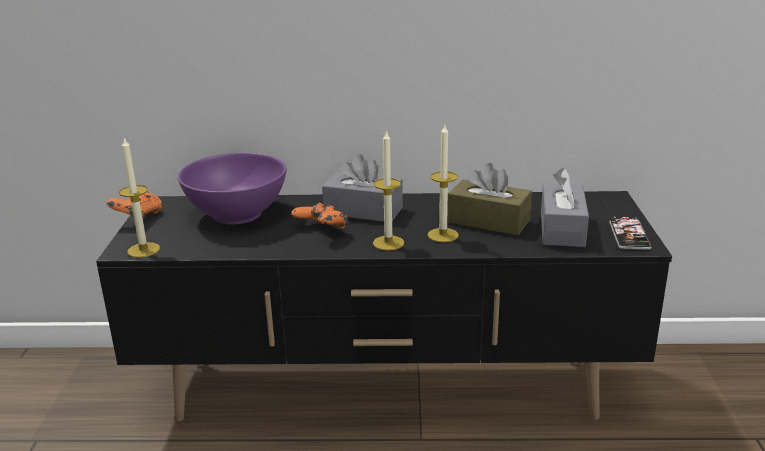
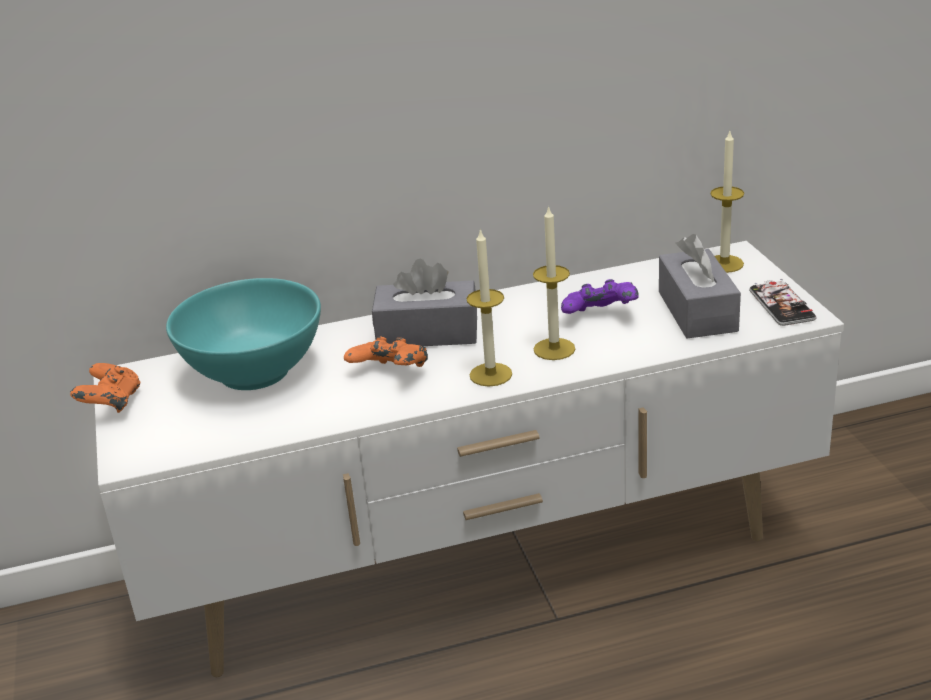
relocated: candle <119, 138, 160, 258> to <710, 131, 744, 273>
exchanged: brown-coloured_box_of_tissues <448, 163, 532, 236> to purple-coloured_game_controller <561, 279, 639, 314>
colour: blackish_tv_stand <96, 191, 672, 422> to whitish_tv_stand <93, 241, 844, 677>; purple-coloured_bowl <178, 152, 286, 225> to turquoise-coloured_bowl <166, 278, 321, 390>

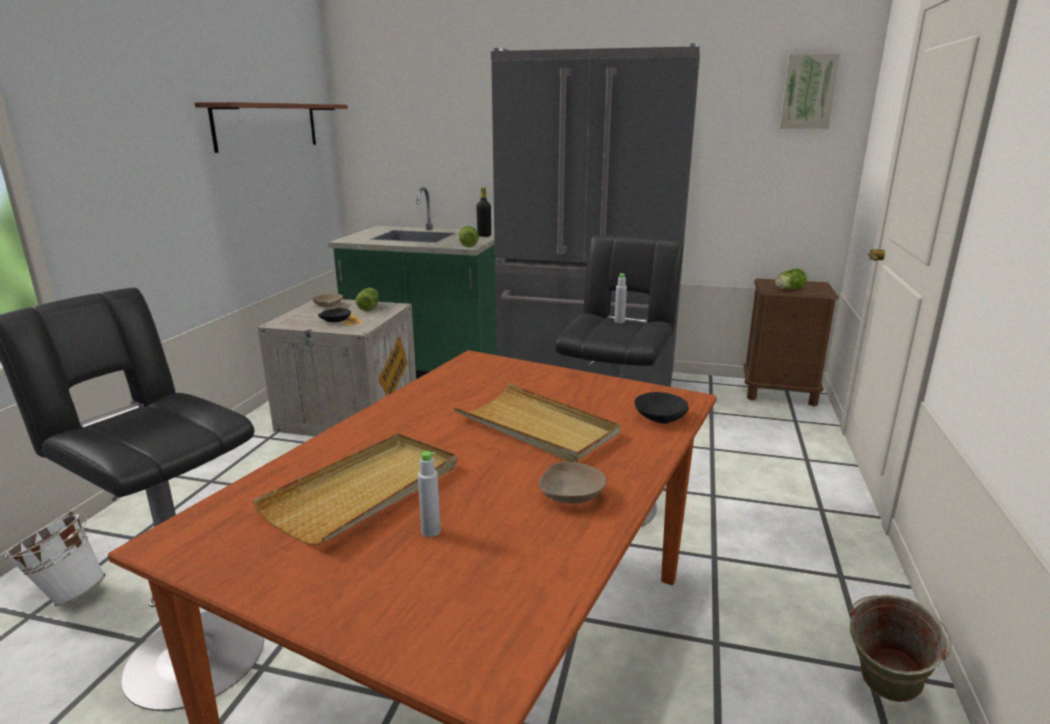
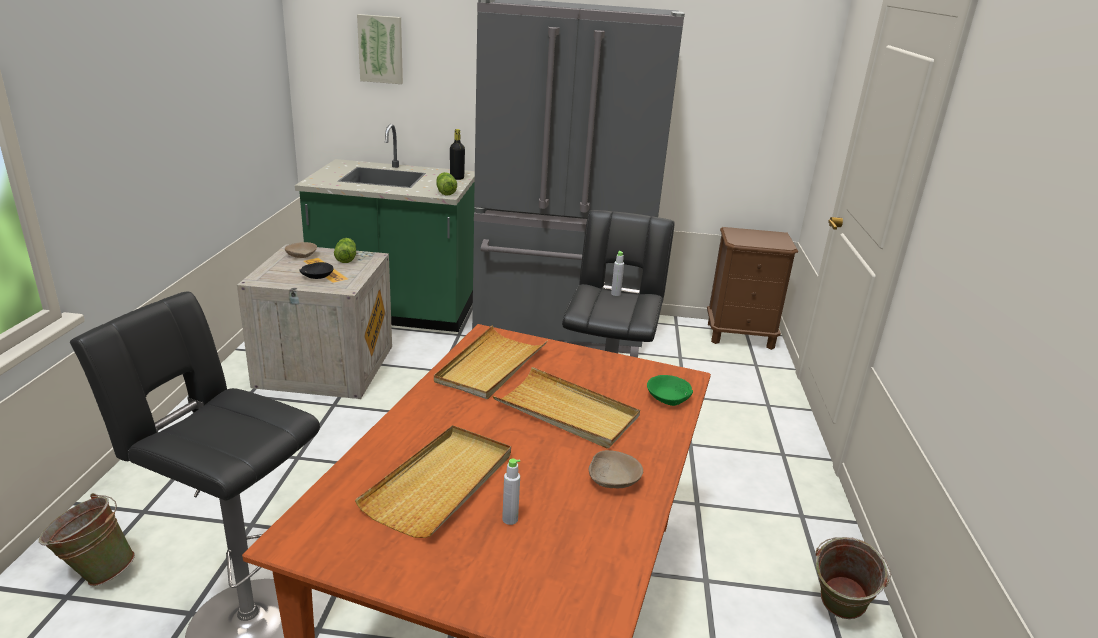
missing: wall_shelf <195, 102, 348, 153>; lettuce_head <775, 269, 807, 289>
appeared: sand-coloured_tray <434, 325, 547, 399>
relocated: wall_art <779, 53, 840, 129> to <357, 14, 403, 84>
colour: whitish_pail <4, 511, 106, 606> to greenish_pail <39, 493, 135, 586>; blackish_bowl <634, 392, 689, 424> to greenish_bowl <647, 375, 693, 406>

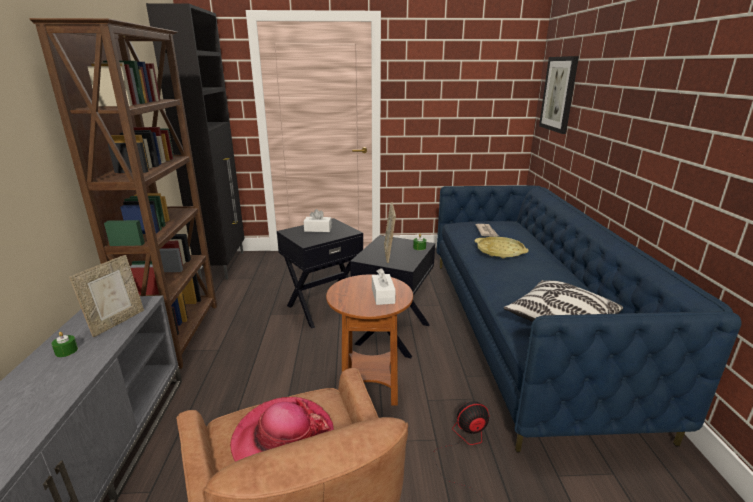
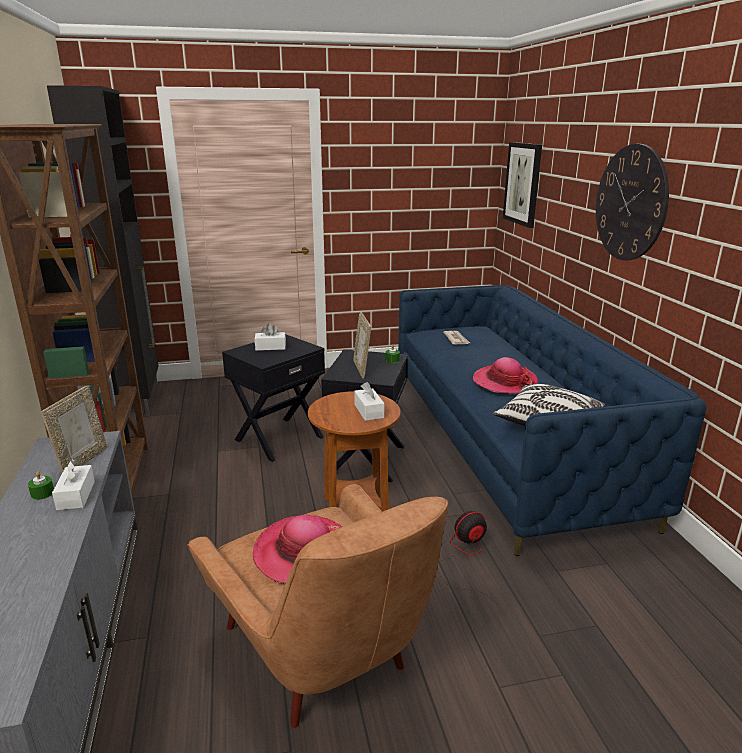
missing: yellow-coloured_tray <475, 237, 529, 259>
appeared: whitish_box_of_tissues <52, 459, 95, 510>; wearable_hat <473, 357, 538, 394>; clock_on_the_wall <596, 144, 669, 260>

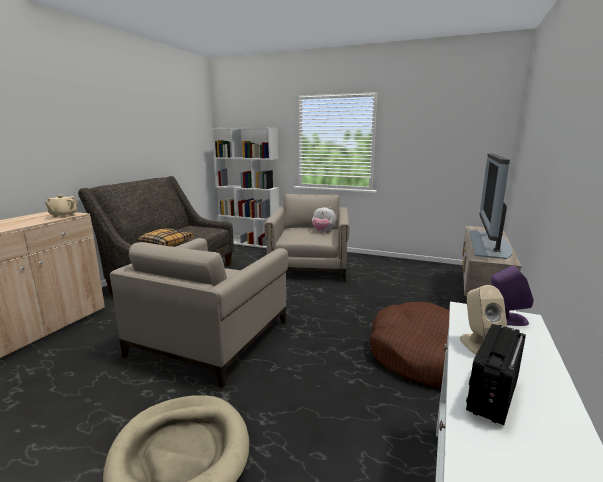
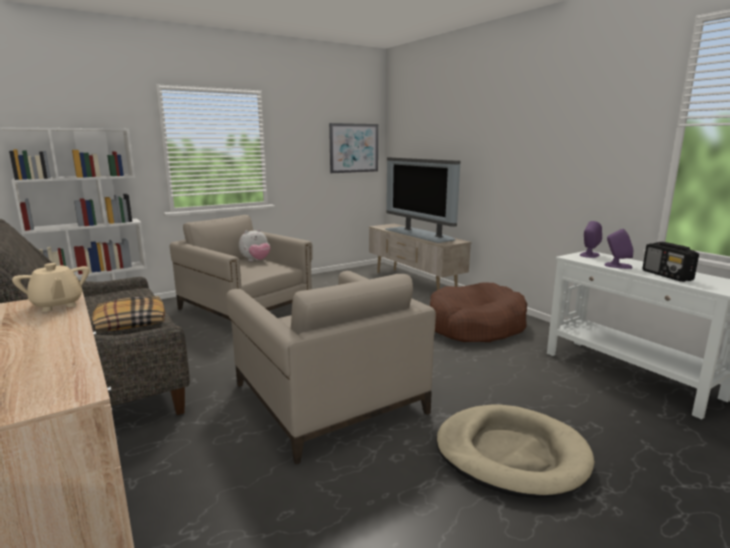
appeared: wall_art <329, 123, 378, 173>
colour: sand-coloured_speaker <460, 285, 507, 355> to purple-coloured_speaker <604, 229, 633, 269>

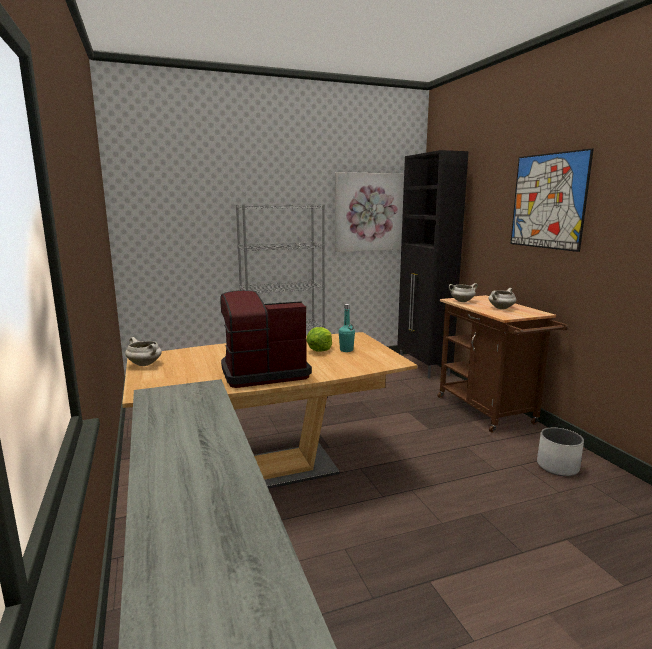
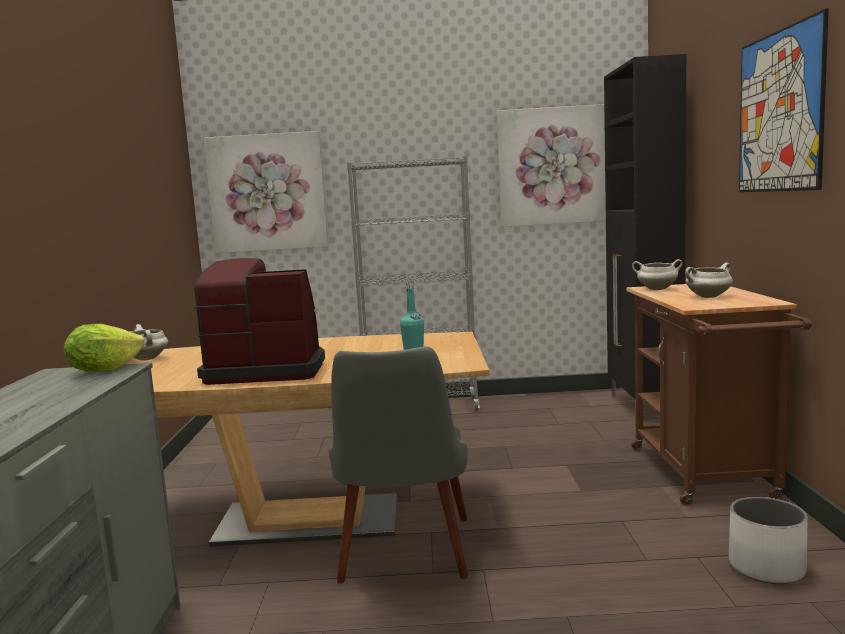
appeared: wall_art <203, 131, 328, 253>; greyish_chair <329, 346, 468, 584>
relocated: lettuce_head <306, 327, 332, 352> to <64, 324, 145, 372>

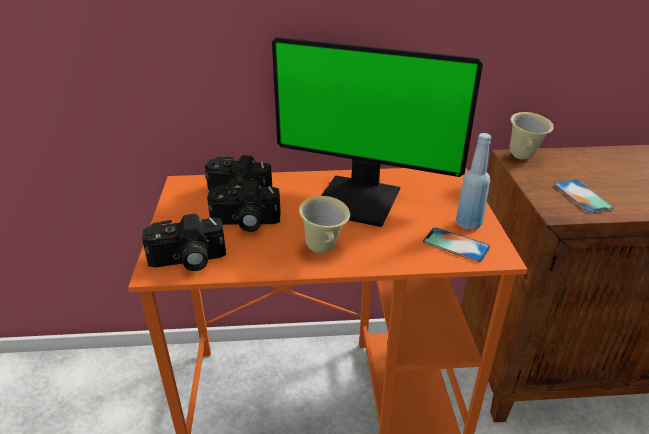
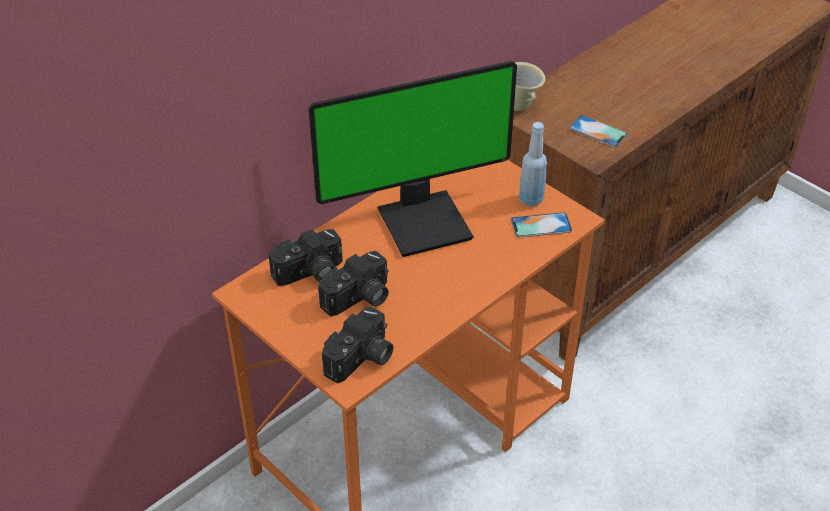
missing: sand-coloured_coffee_mug <299, 196, 350, 253>

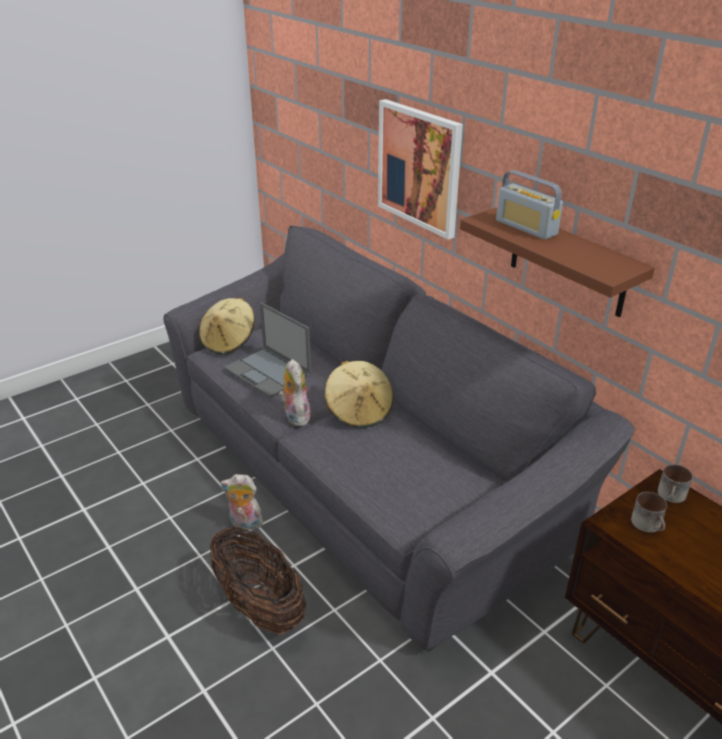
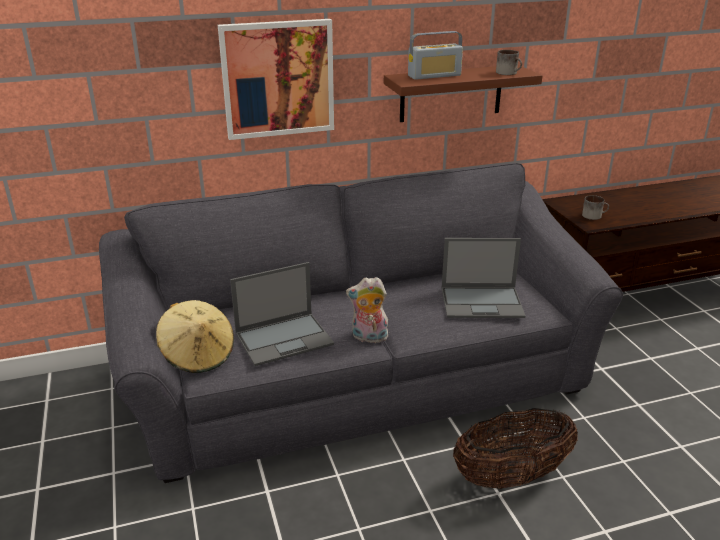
missing: soft_toy <220, 474, 263, 530>; sand-coloured_wearable_hat <325, 361, 394, 428>
appeared: notebook_computer <442, 238, 525, 318>
relocated: coffee_mug <658, 464, 693, 503> to <496, 50, 522, 75>

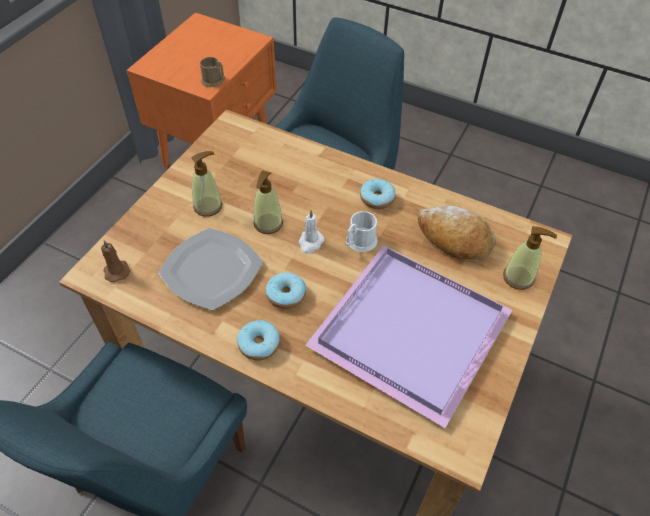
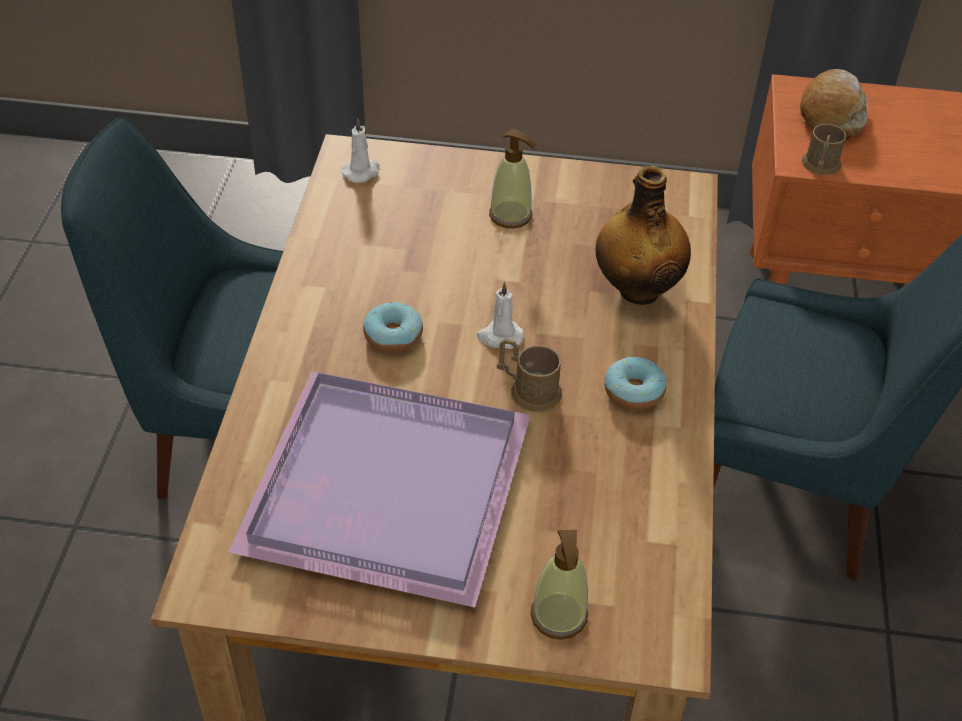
missing: flat_dish <158, 228, 263, 310>; doughnut <237, 320, 280, 360>; liquid_soap_bottle <253, 170, 283, 234>
appeared: drink_bottle <596, 166, 691, 305>
relocated: baked_bread <418, 205, 496, 259> to <800, 69, 868, 139>
colour: brown-coloured_candle <101, 240, 130, 282> to whitish_candle <342, 118, 380, 183>; whitish_coffee_mug <345, 211, 378, 252> to brown-coloured_coffee_mug <497, 339, 562, 412>

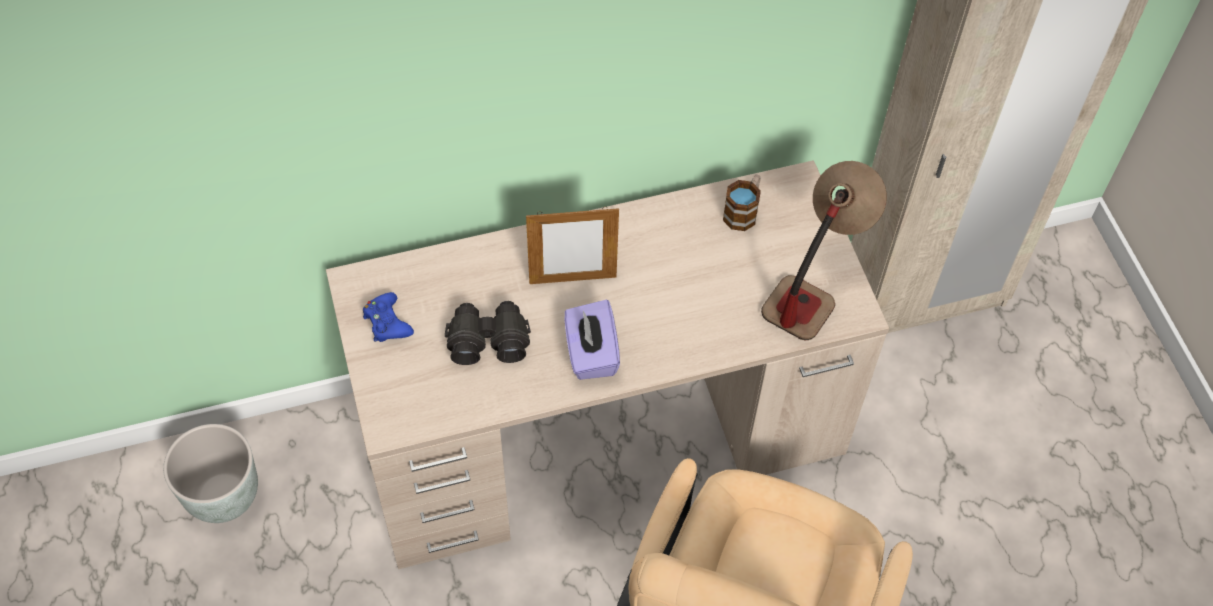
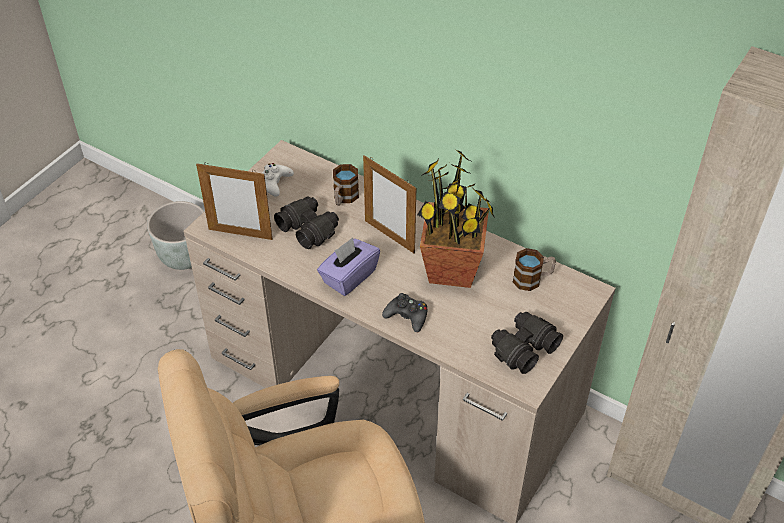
appeared: photo_frame <196, 162, 272, 240>; coffee_mug <333, 164, 359, 206>; blackish_game_controller <382, 293, 428, 332>; potted_plant <417, 147, 496, 288>
exchanged: table_lamp <761, 161, 887, 340> to blackish_pair_of_binoculars <491, 312, 563, 374>
colour: blue-coloured_game_controller <363, 292, 414, 342> to whitish_game_controller <262, 163, 294, 197>

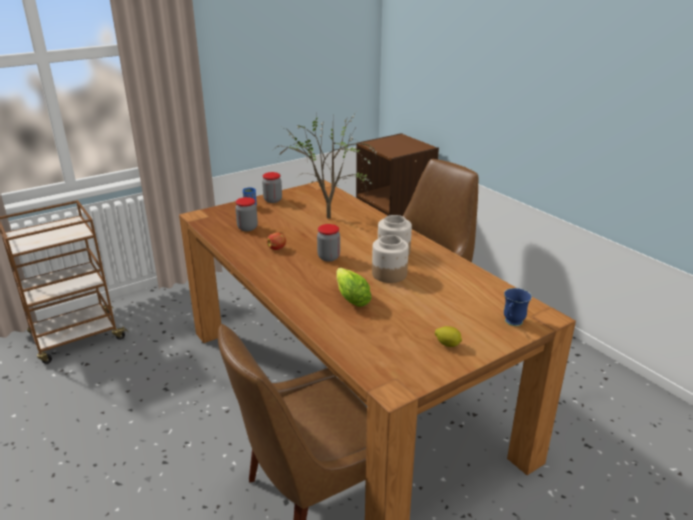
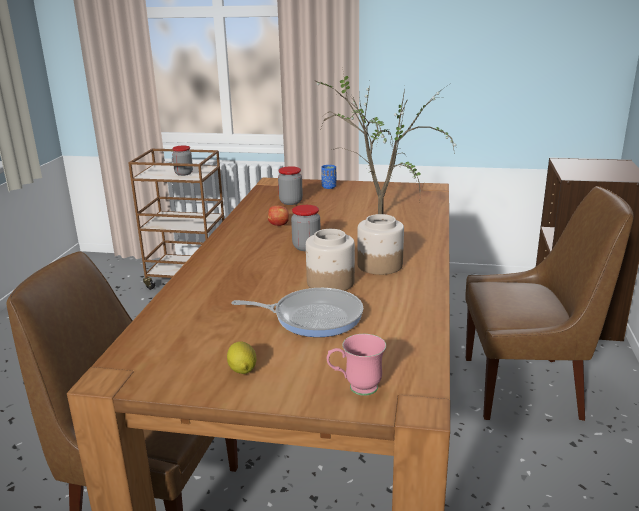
missing: lettuce_head <336, 268, 371, 307>
appeared: skillet <231, 288, 363, 337>
relocated: storage_jar <262, 172, 282, 203> to <172, 146, 193, 176>
colour: blue-coloured_coffee_mug <504, 288, 532, 326> to pink-coloured_coffee_mug <327, 334, 386, 396>

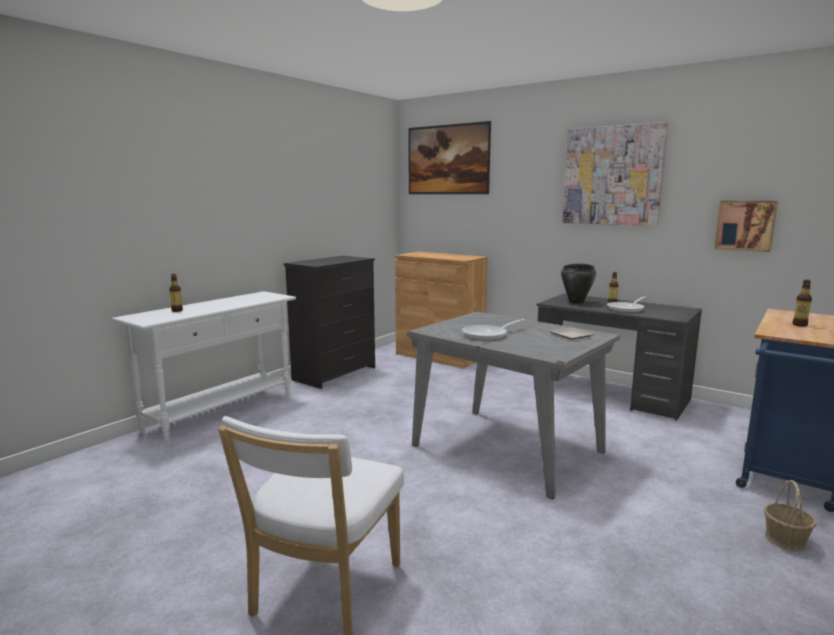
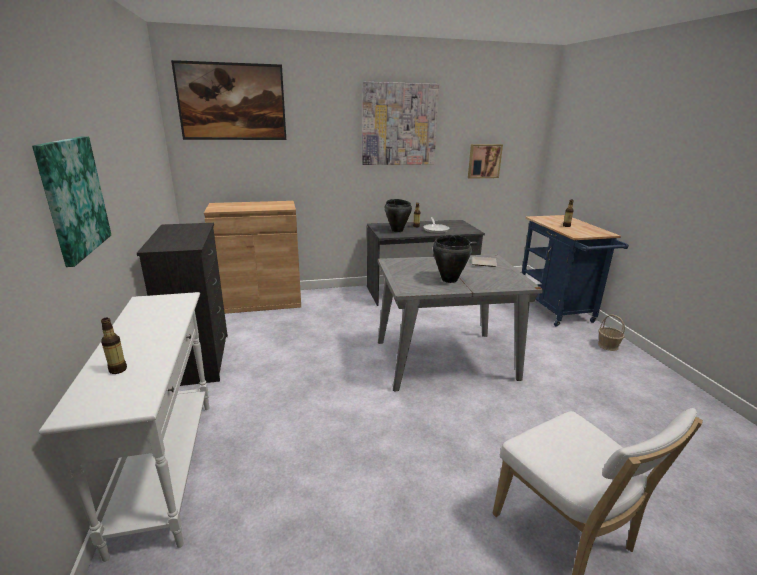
appeared: wall_art <32, 136, 111, 267>
exchanged: skillet <462, 319, 525, 341> to blackish_cooking_pot <433, 235, 472, 283>

